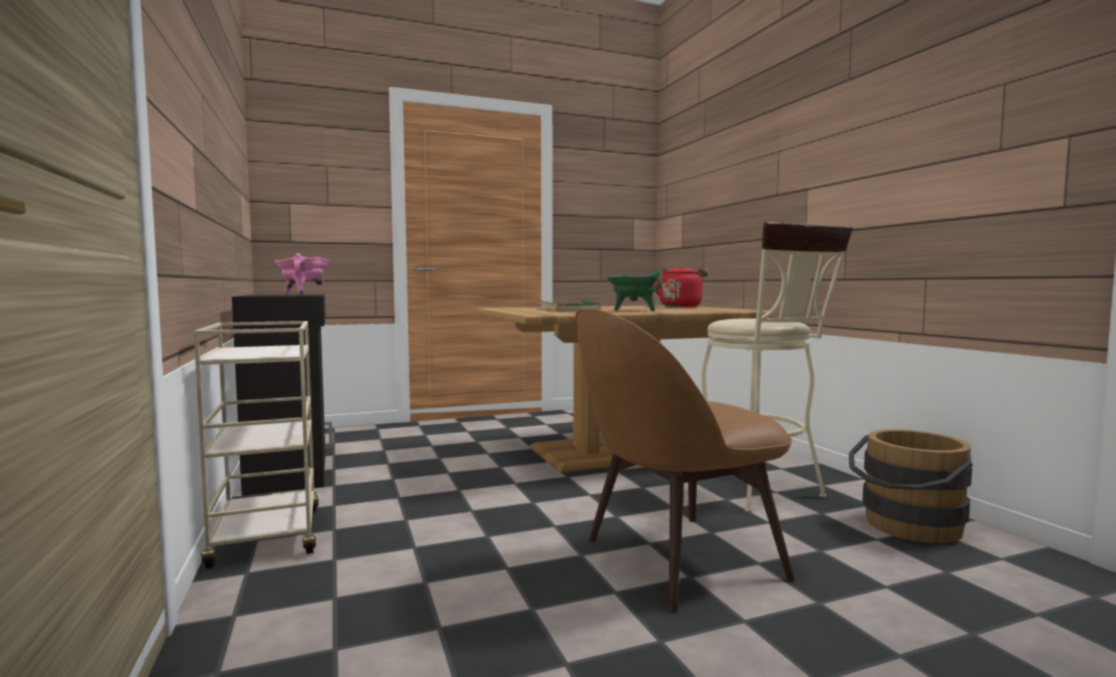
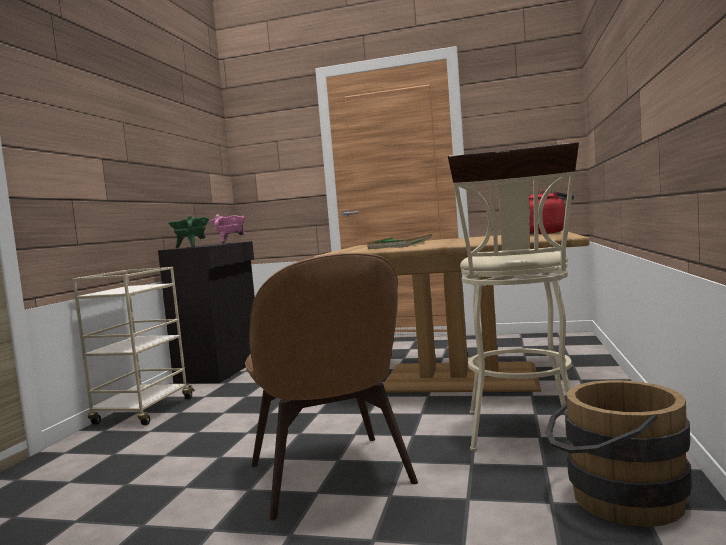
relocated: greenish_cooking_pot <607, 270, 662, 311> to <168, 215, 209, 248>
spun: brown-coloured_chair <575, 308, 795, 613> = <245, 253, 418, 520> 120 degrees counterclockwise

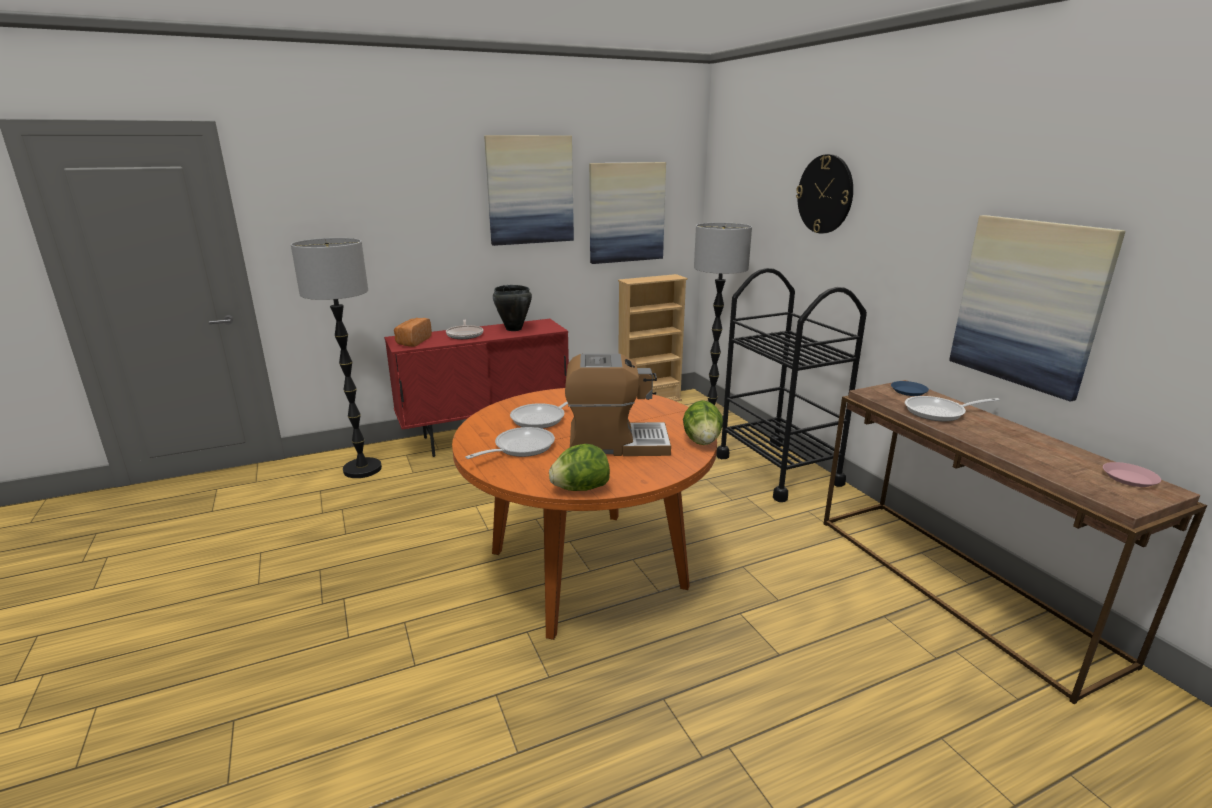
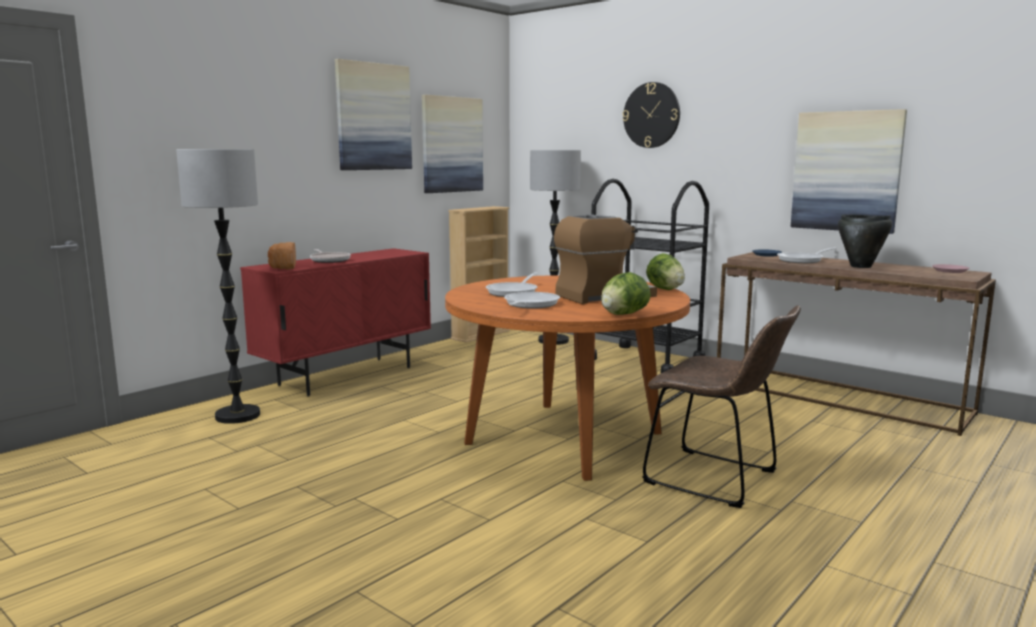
appeared: brown-coloured_chair <642, 305, 801, 508>
relocated: blackish_cooking_pot <493, 285, 532, 331> to <838, 215, 893, 268>

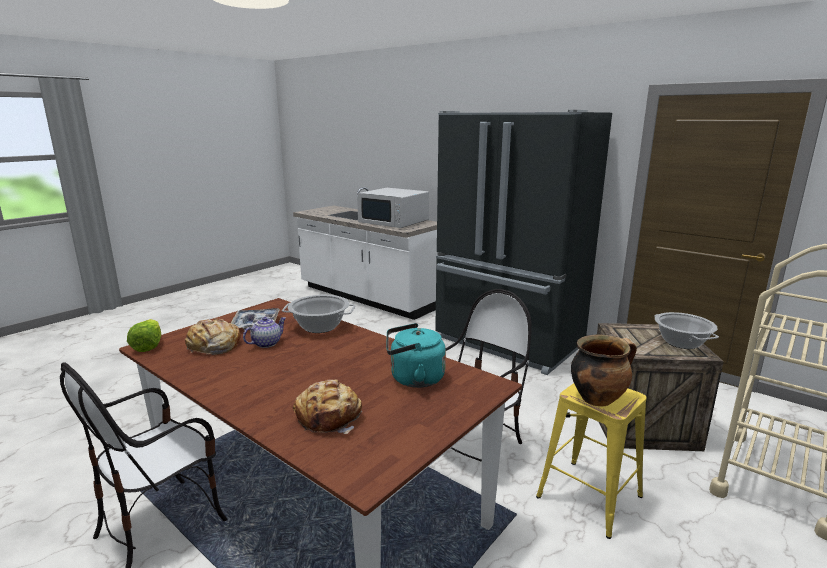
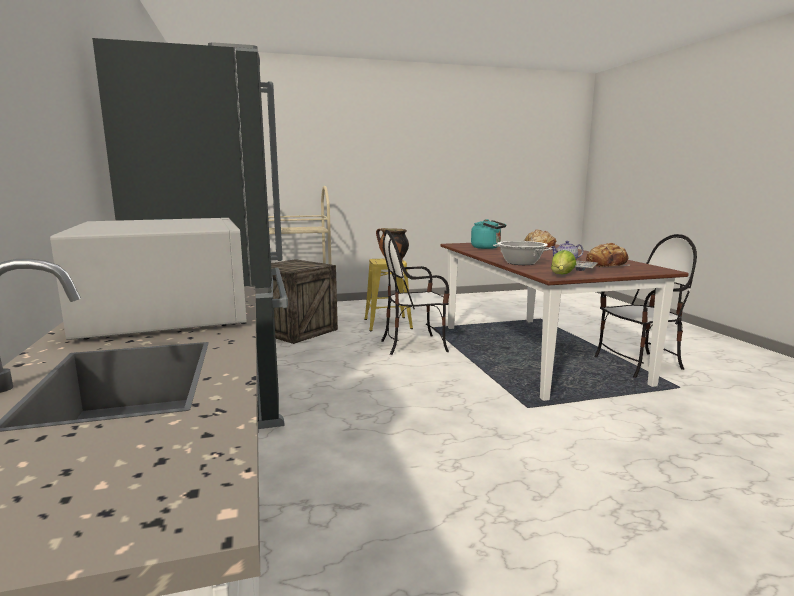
missing: cooking_pot <654, 312, 719, 349>
relocated: lettuce_head <127, 319, 161, 352> to <551, 250, 576, 274>

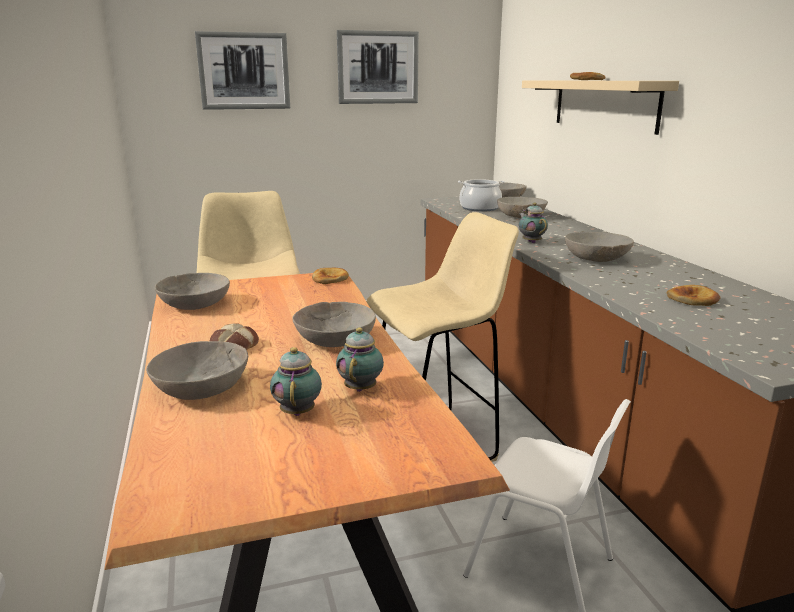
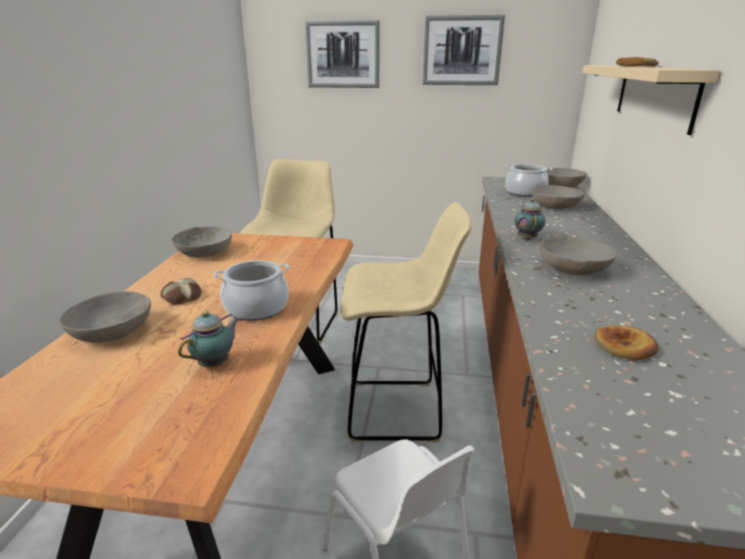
missing: teapot <270, 347, 322, 416>; baked_bread <312, 268, 349, 284>
exchanged: greyish_bowl <292, 302, 376, 347> to cooking_pot <213, 260, 290, 321>

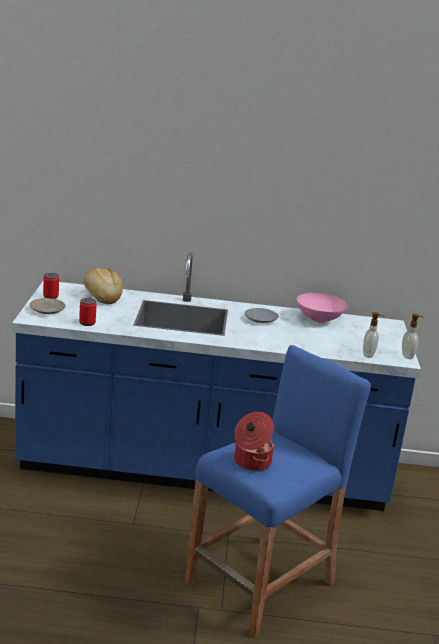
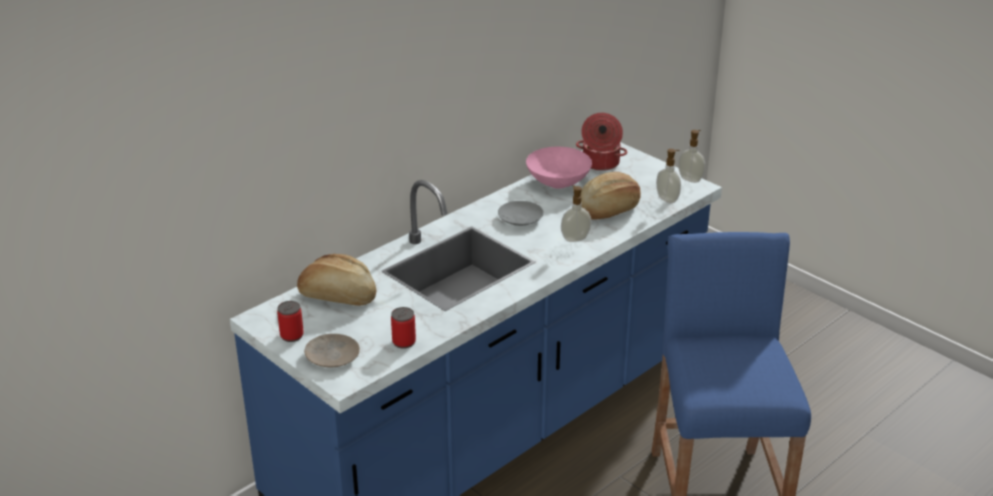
appeared: liquid_soap_bottle <561, 185, 591, 242>; baked_bread <580, 172, 641, 220>
relocated: cooking_pot <234, 412, 274, 471> to <576, 113, 627, 171>

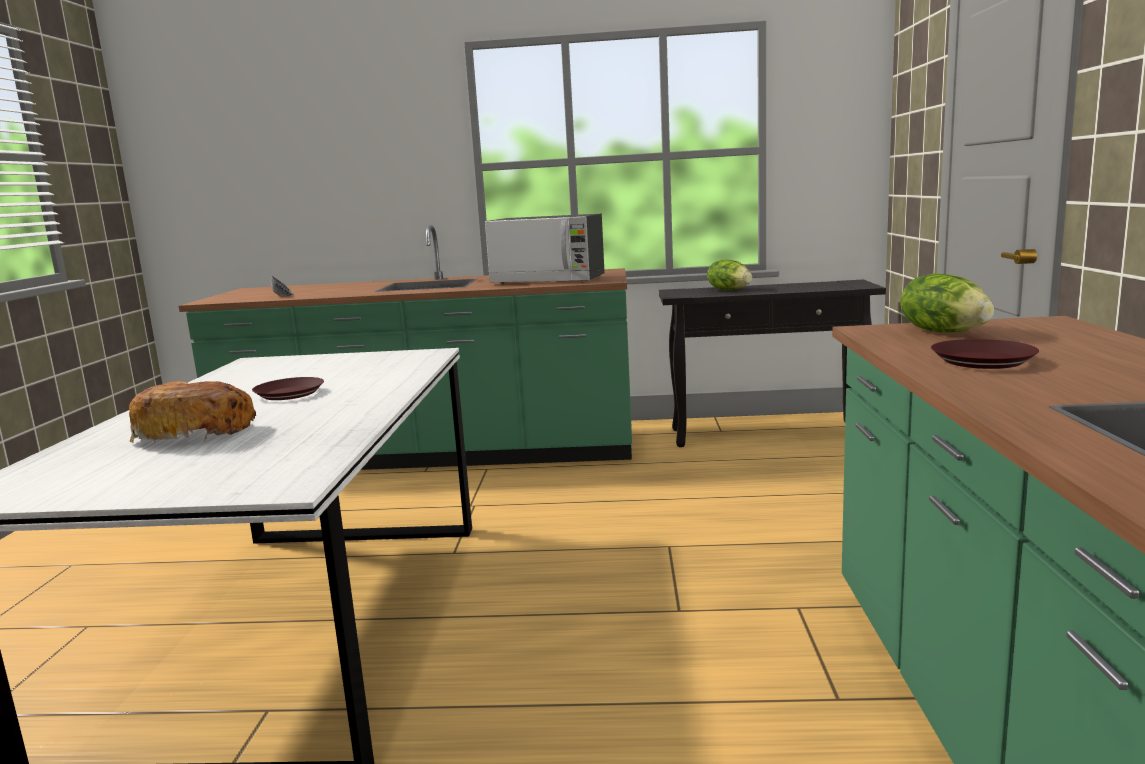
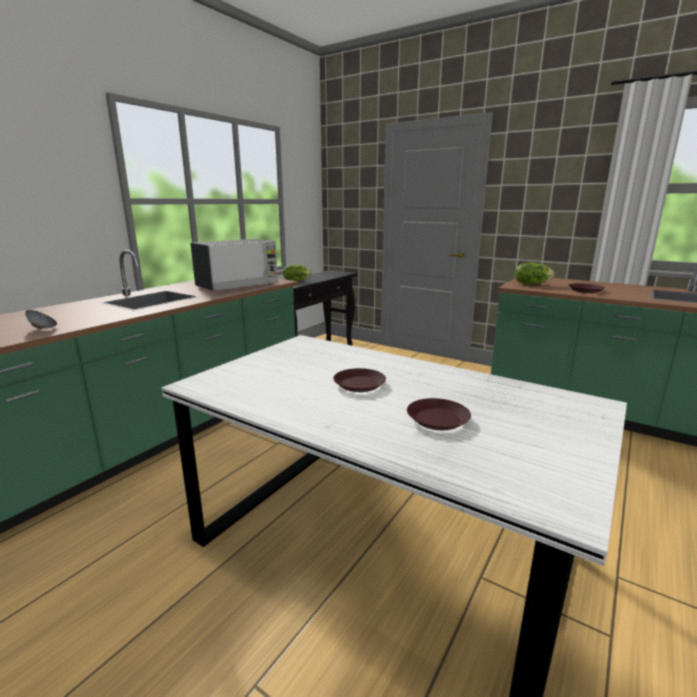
exchanged: baked_bread <129, 381, 256, 443> to brown-coloured_flat_dish <407, 398, 471, 430>

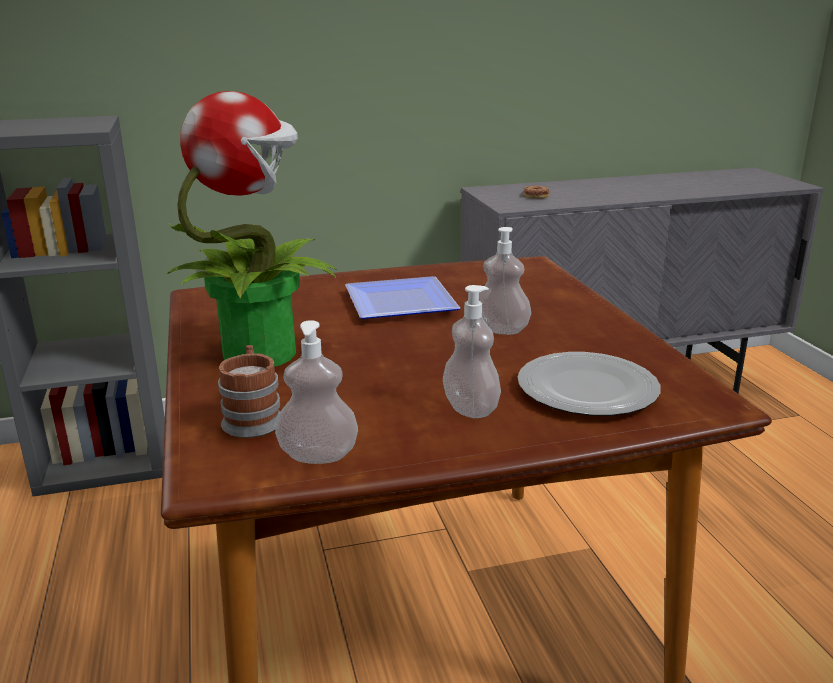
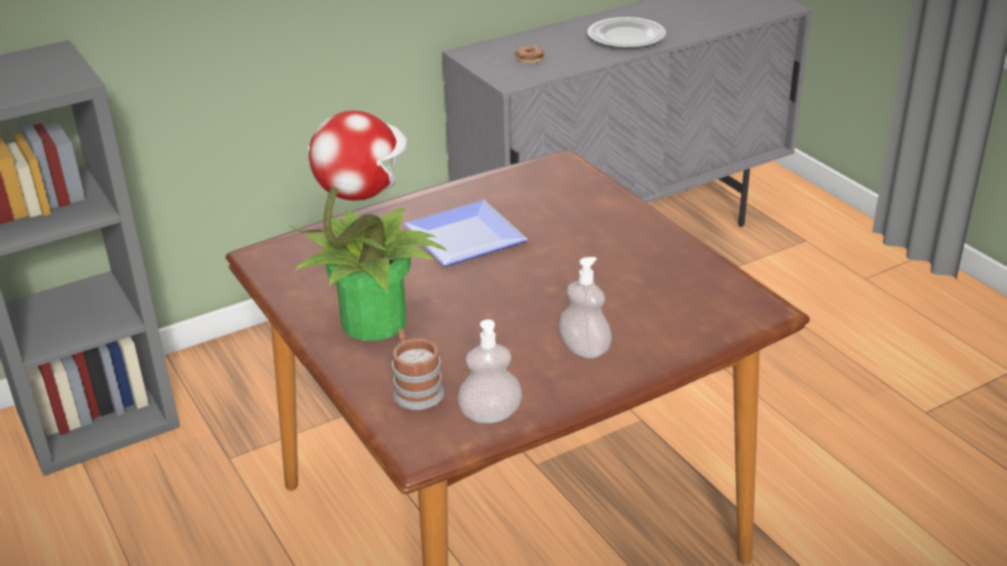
missing: liquid_soap_bottle <479, 227, 531, 335>
relocated: flat_dish <517, 352, 661, 416> to <587, 17, 666, 48>

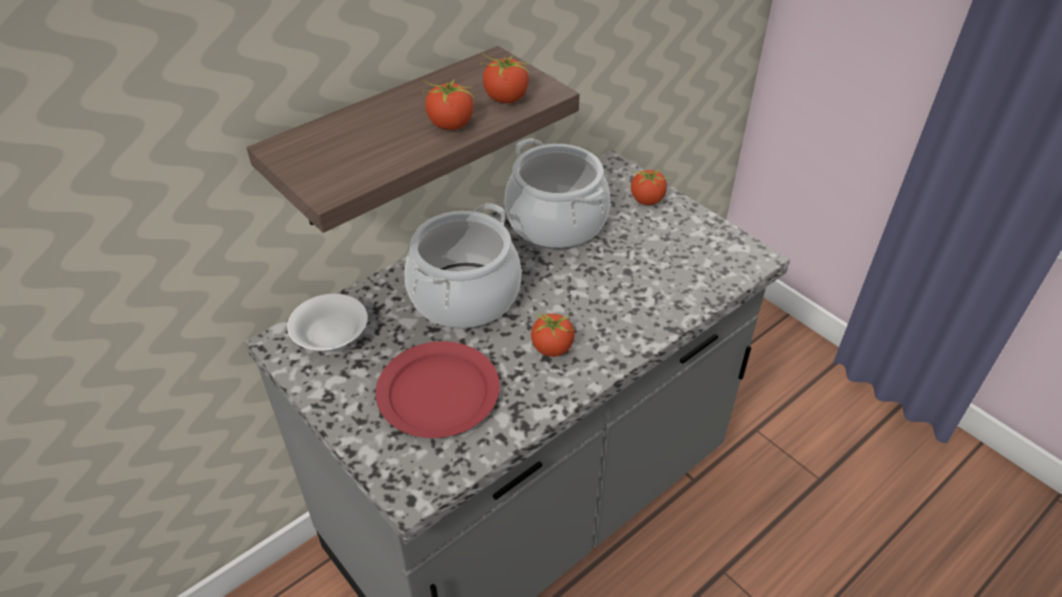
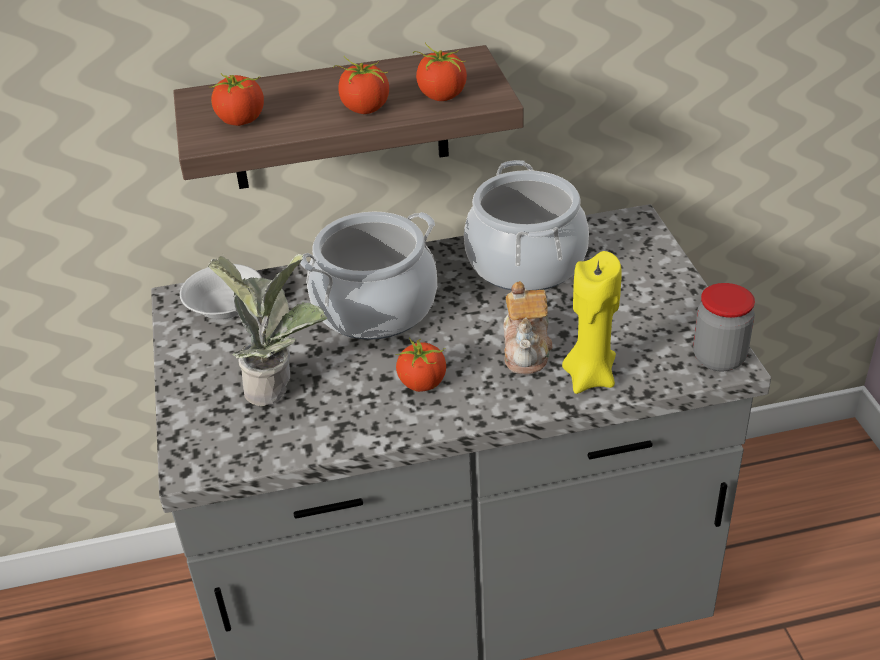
appeared: teapot <503, 281, 552, 374>; yellow-coloured_candle <562, 251, 622, 394>; storage_jar <693, 283, 755, 372>
relocated: whole_tomato <631, 168, 669, 205> to <209, 73, 264, 126>
exchanged: red_flat_dish <375, 341, 500, 438> to potted_plant <208, 254, 328, 406>

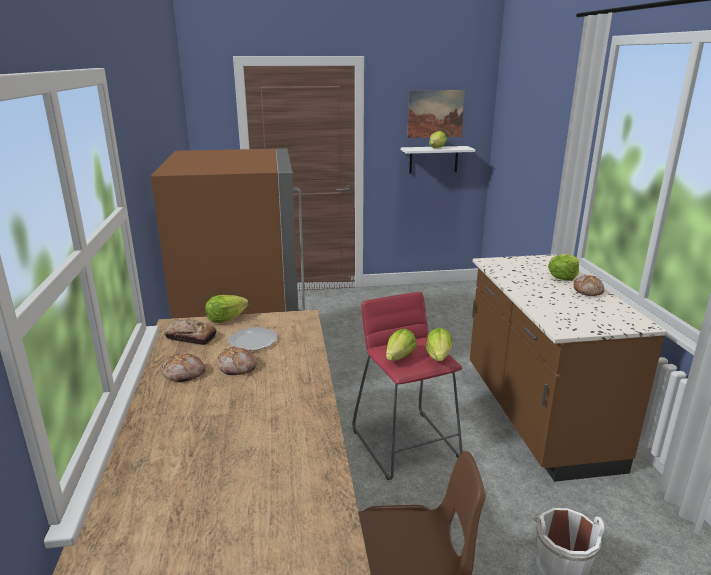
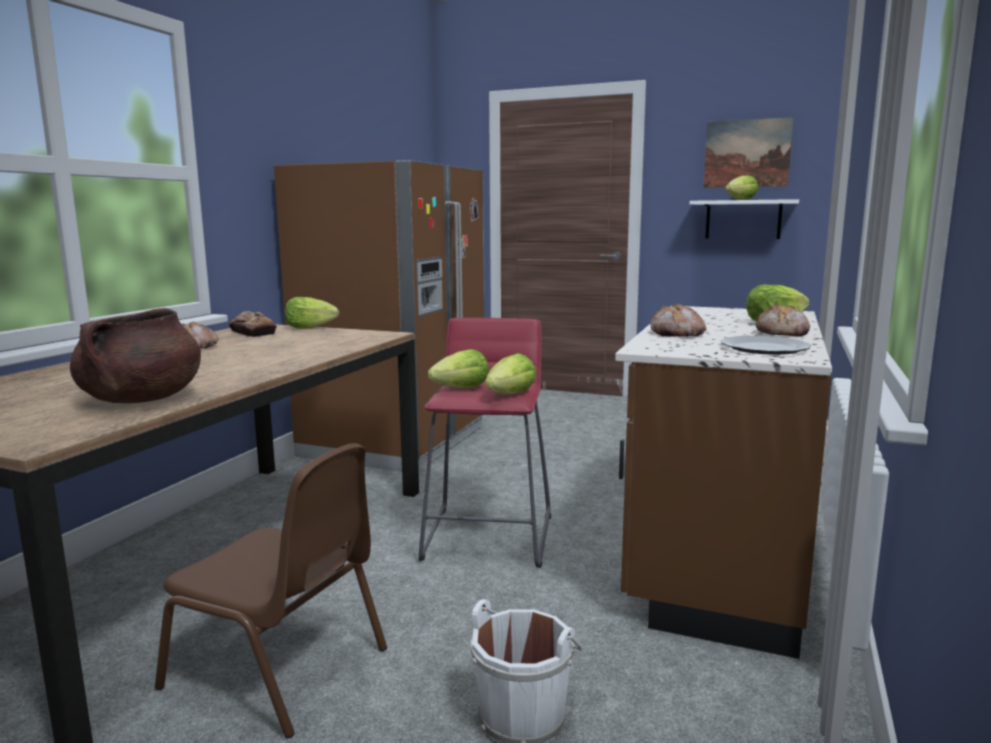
appeared: brown-coloured_cooking_pot <70, 308, 201, 403>
relocated: baked_bread <217, 346, 257, 375> to <650, 304, 707, 337>; flat_dish <228, 327, 278, 350> to <721, 336, 811, 355>

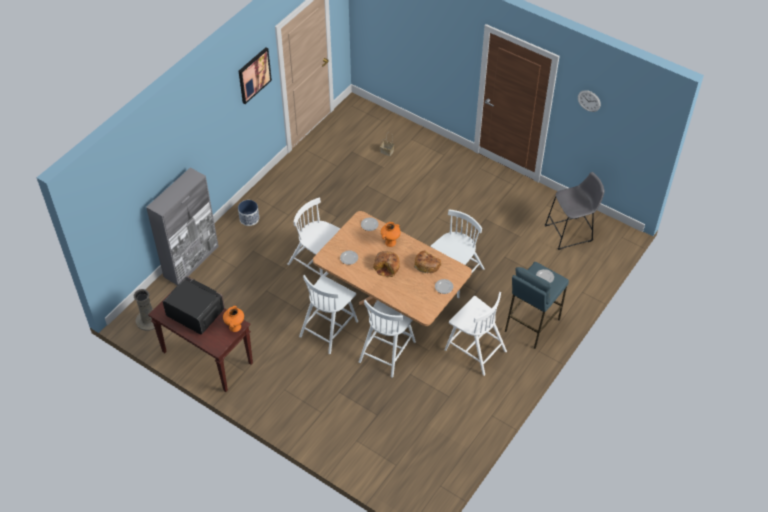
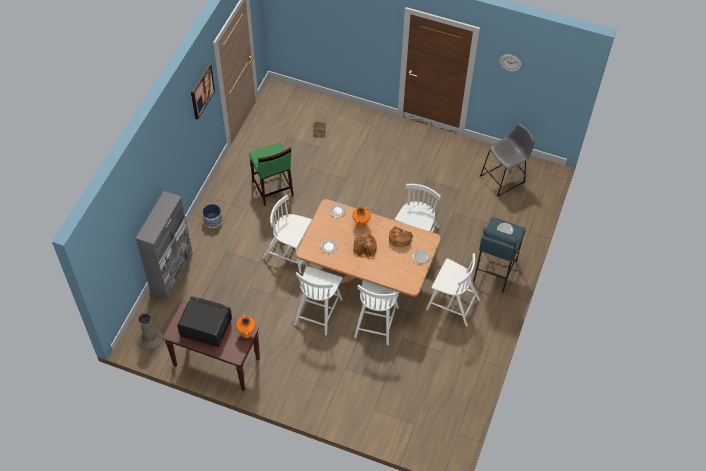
appeared: greenish_stool_seat <249, 143, 294, 206>

